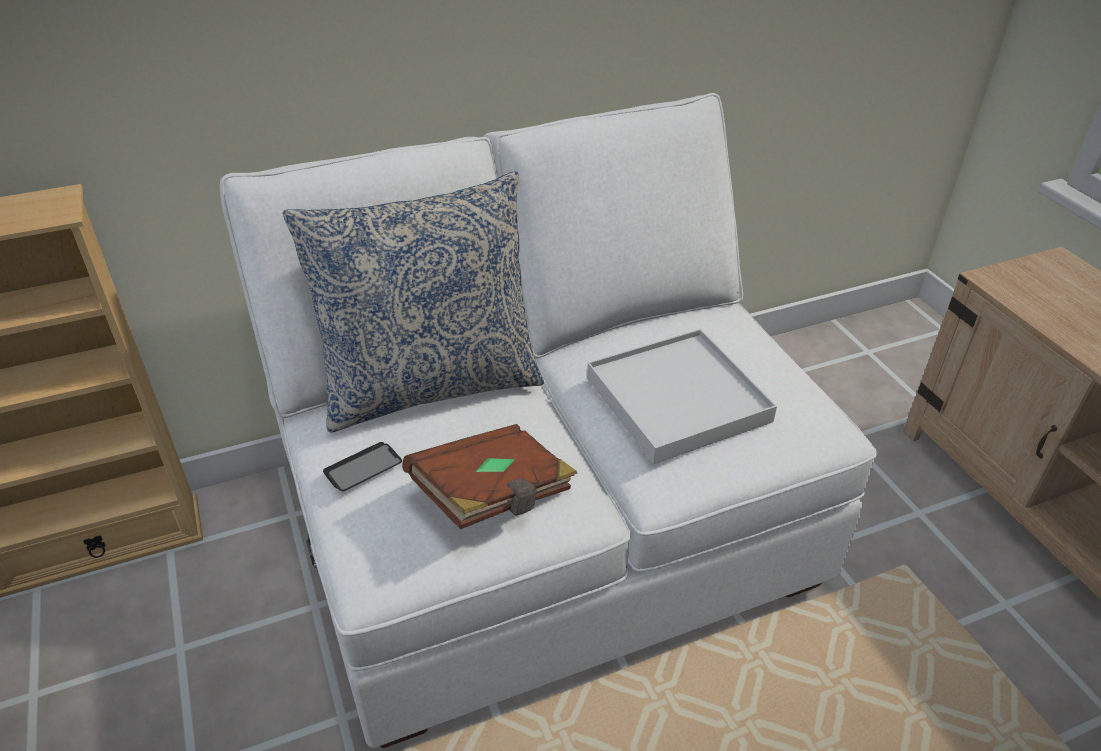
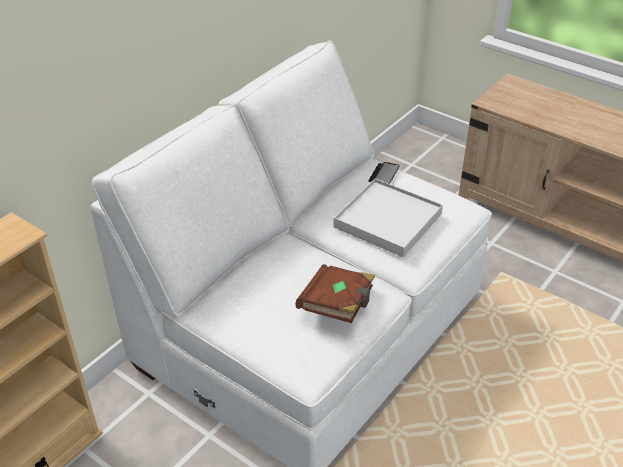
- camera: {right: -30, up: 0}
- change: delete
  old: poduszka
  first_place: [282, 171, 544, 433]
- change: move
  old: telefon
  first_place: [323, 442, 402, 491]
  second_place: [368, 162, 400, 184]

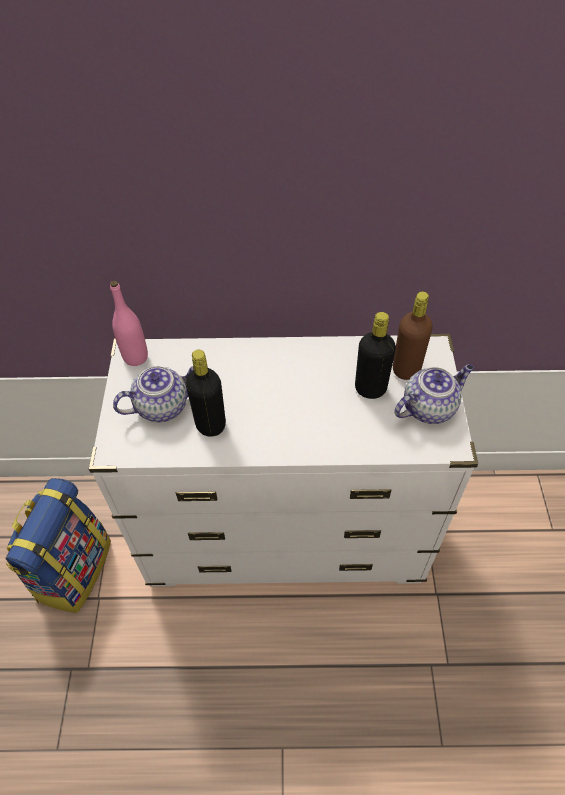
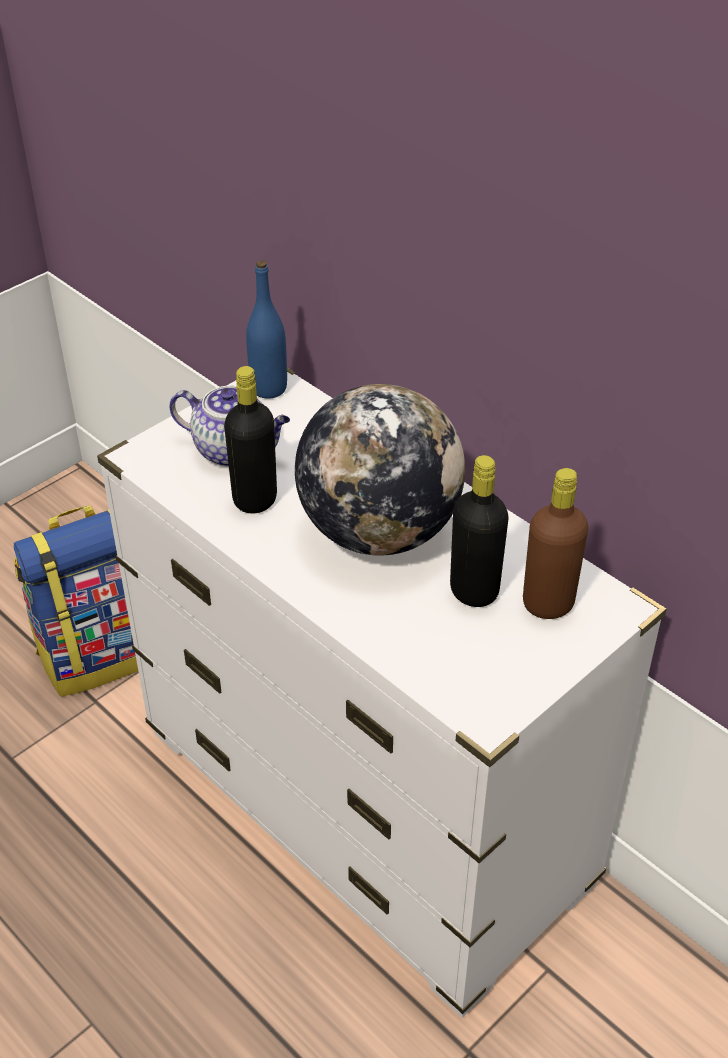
- camera: {right: 45, up: -10}
- change: delete
  old: imbryk
  first_place: [394, 364, 474, 424]
- change: insert
  new: globus
  second_place: [295, 384, 465, 555]
- change: recolor
  old: butelka [różowy]
  new: butelka [niebieski]
  first_place: [110, 281, 148, 366]
  second_place: [246, 261, 287, 399]

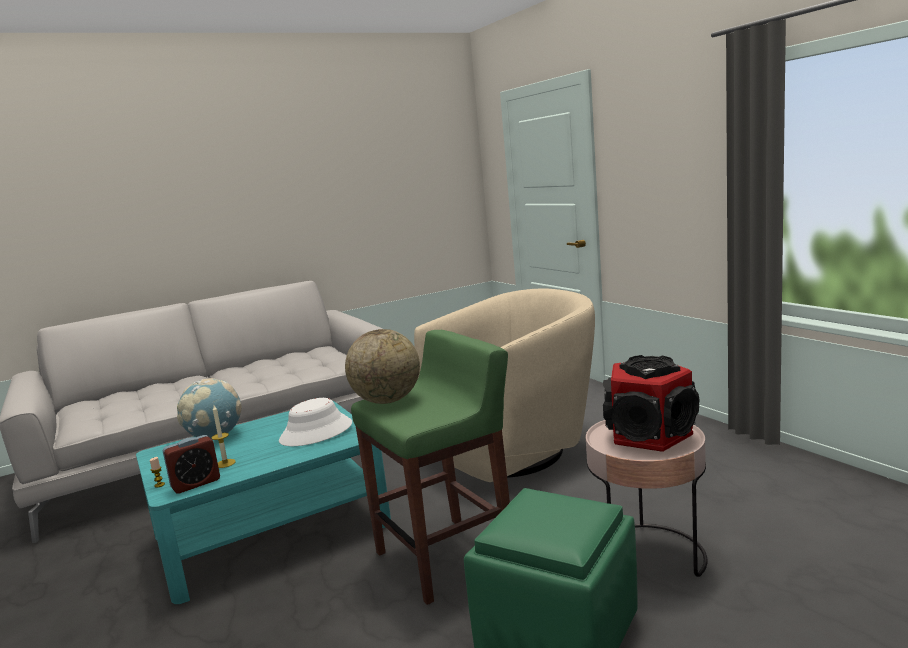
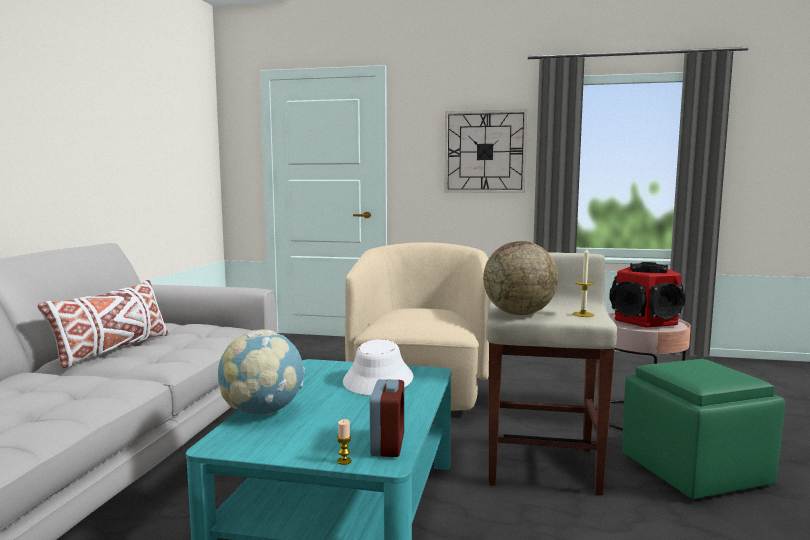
- camera: {right: -50, up: -5}
- change: insert
  new: poduszka [biały]
  second_place: [37, 280, 168, 368]
- change: insert
  new: zegar ścienny
  second_place: [444, 109, 527, 193]
- change: move
  old: świeca
  first_place: [212, 405, 236, 468]
  second_place: [573, 247, 594, 317]
- change: recolor
  old: stołek [zielony]
  new: stołek [beżowy]
  first_place: [351, 330, 510, 605]
  second_place: [486, 252, 617, 495]

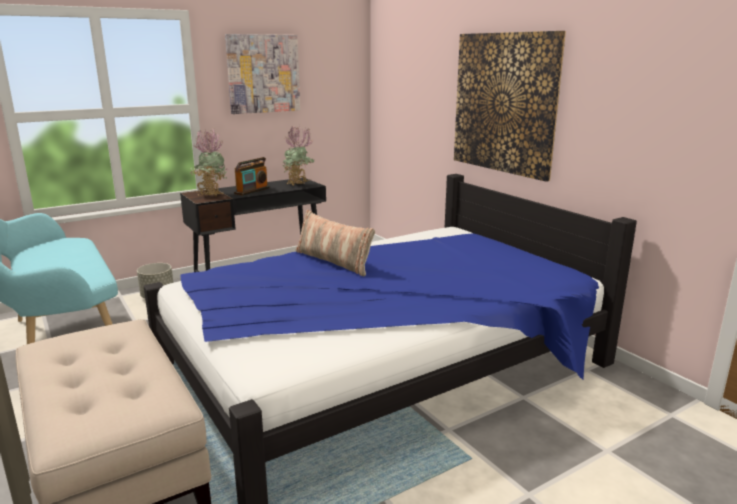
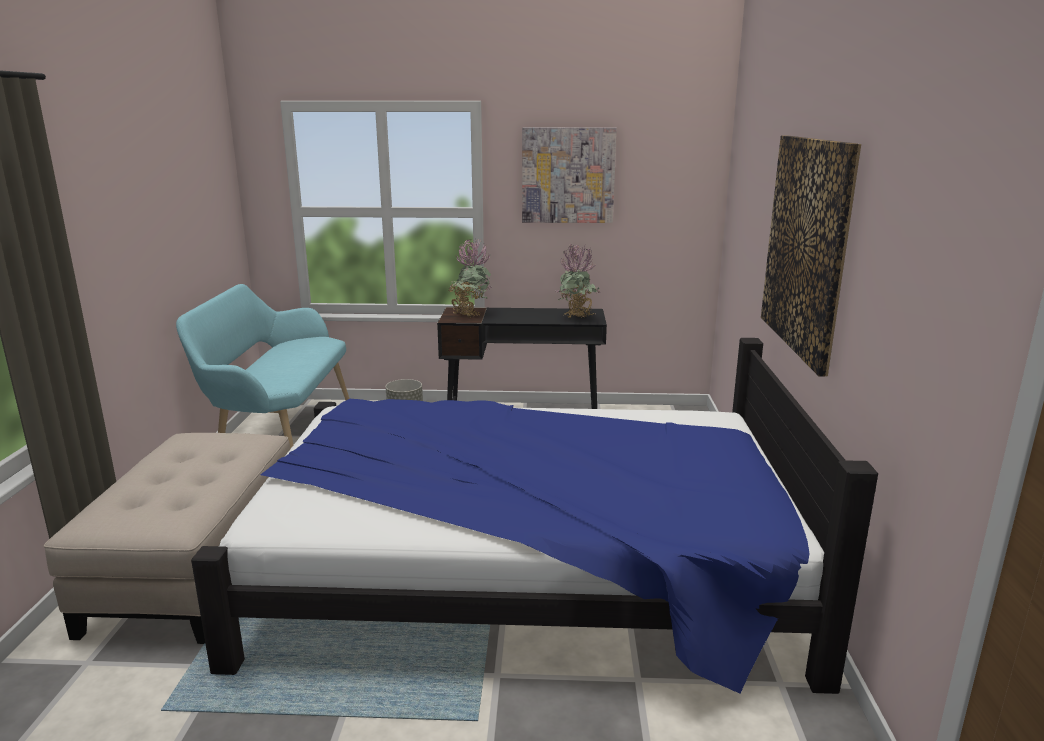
- camera: {right: 35, up: 0}
- change: delete
  old: radio
  first_place: [234, 157, 270, 196]
- change: delete
  old: poduszka
  first_place: [296, 210, 375, 276]

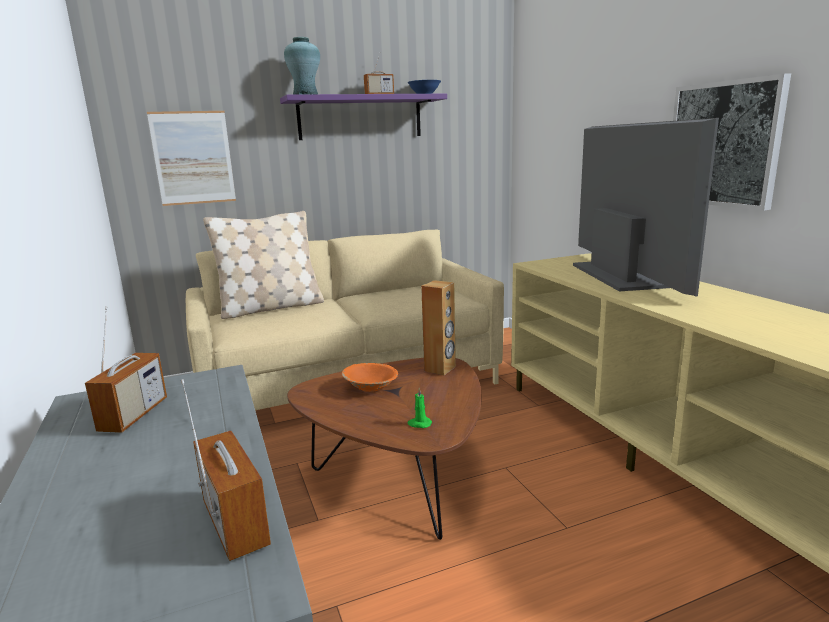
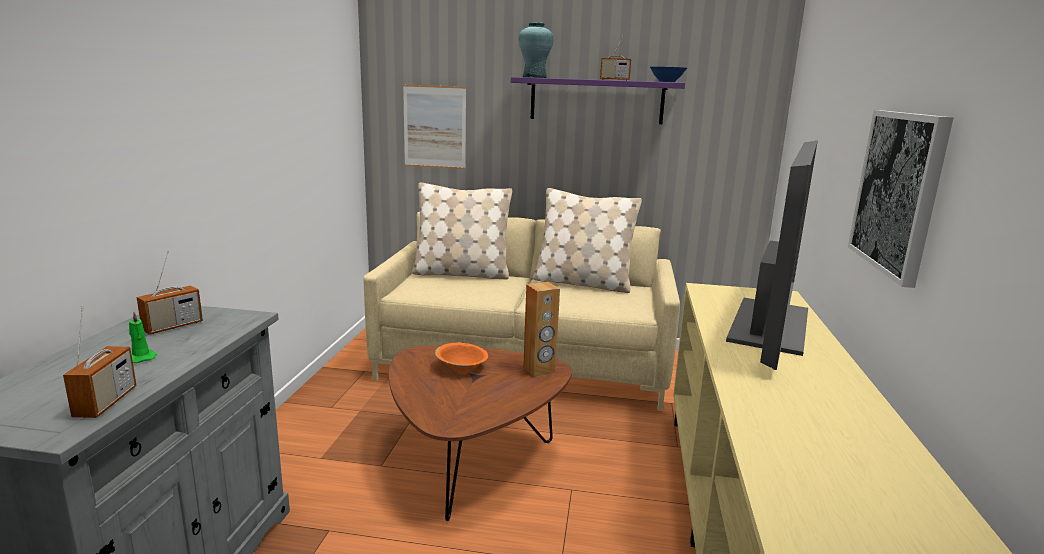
- camera: {right: 30, up: 0}
- change: insert
  new: poduszka [beżowy]
  second_place: [532, 188, 642, 293]
- change: move
  old: świeca [zielony]
  first_place: [408, 388, 432, 428]
  second_place: [129, 312, 157, 363]

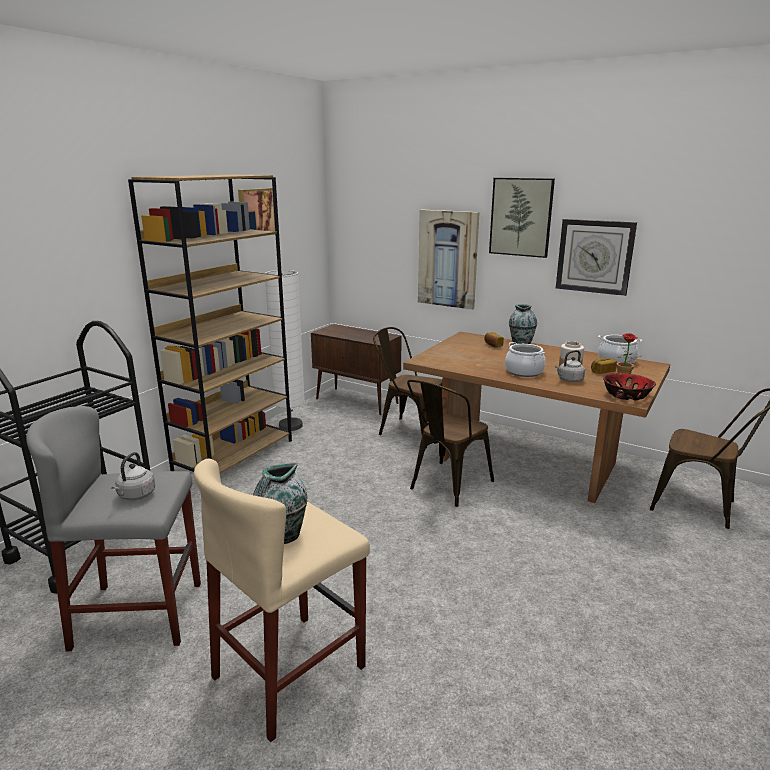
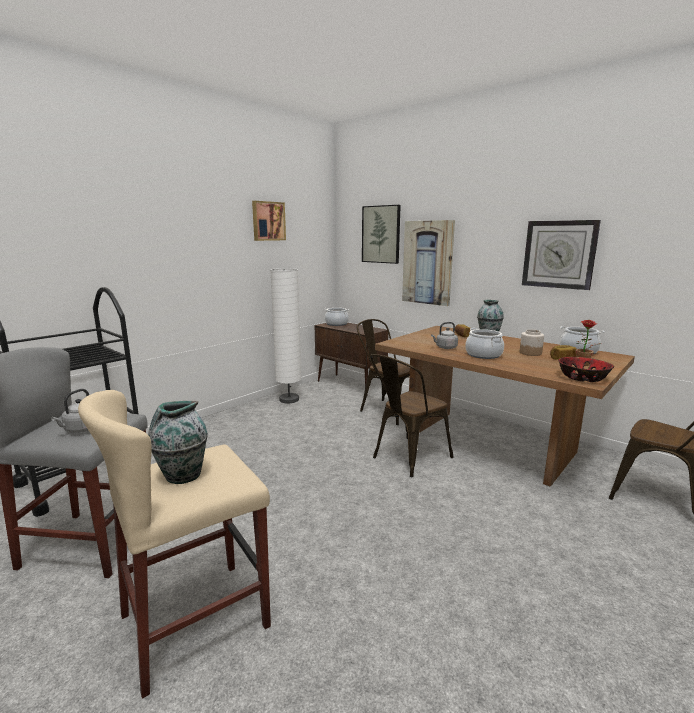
- camera: {right: 10, up: -5}
- change: delete
  old: regał [brązowy]
  first_place: [128, 174, 292, 473]
- change: insert
  new: garnek
  second_place: [324, 308, 350, 326]
- change: move
  old: obraz
  first_place: [489, 178, 555, 258]
  second_place: [362, 205, 401, 264]
- change: move
  old: czajnik [szary]
  first_place: [555, 350, 585, 382]
  second_place: [431, 322, 458, 349]

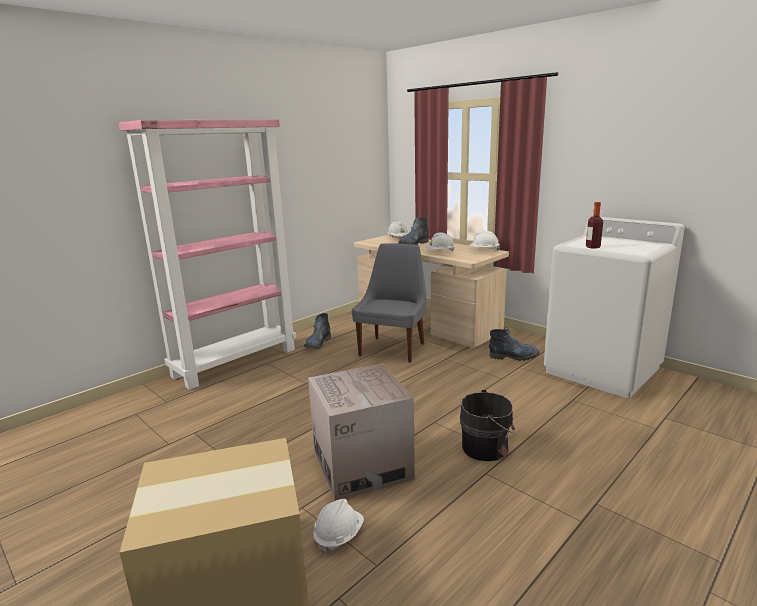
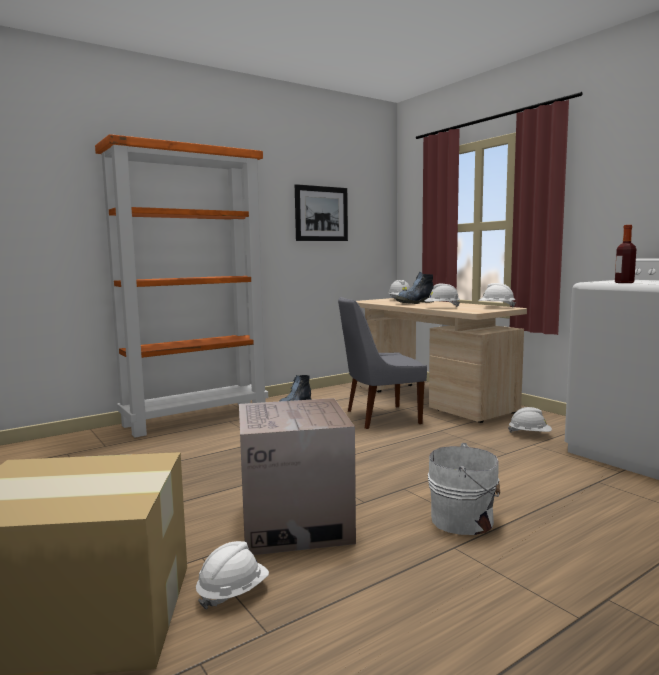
- camera: {right: 10, up: -10}
- change: insert
  new: obraz
  second_place: [295, 184, 348, 241]
- change: replace
  old: but z cholewką
  new: kask [biały]
  first_place: [489, 329, 540, 361]
  second_place: [508, 407, 552, 433]
- change: recolor
  old: regał [różowy]
  new: regał [pomarańczowy]
  first_place: [119, 120, 296, 390]
  second_place: [95, 134, 268, 438]
- change: recolor
  old: wiadro [czarny]
  new: wiadro [biały]
  first_place: [460, 390, 515, 461]
  second_place: [428, 443, 500, 535]
- change: rotate
  old: krzesło [szary]
  first_place: [352, 243, 426, 362]
  second_place: [338, 297, 427, 429]
  degrees: -135

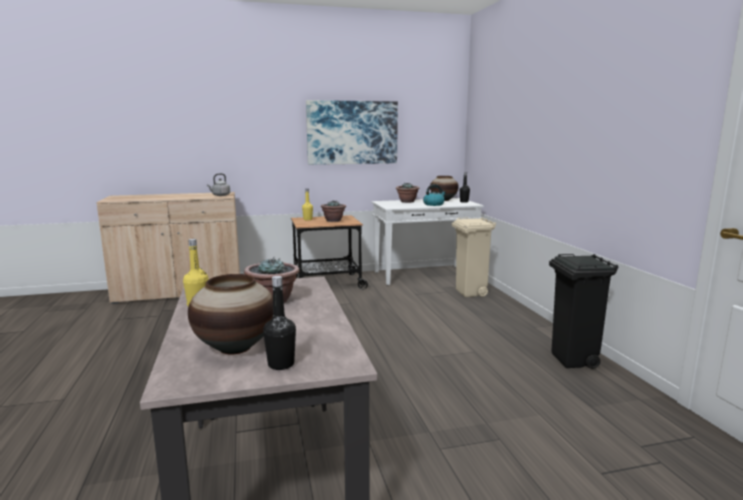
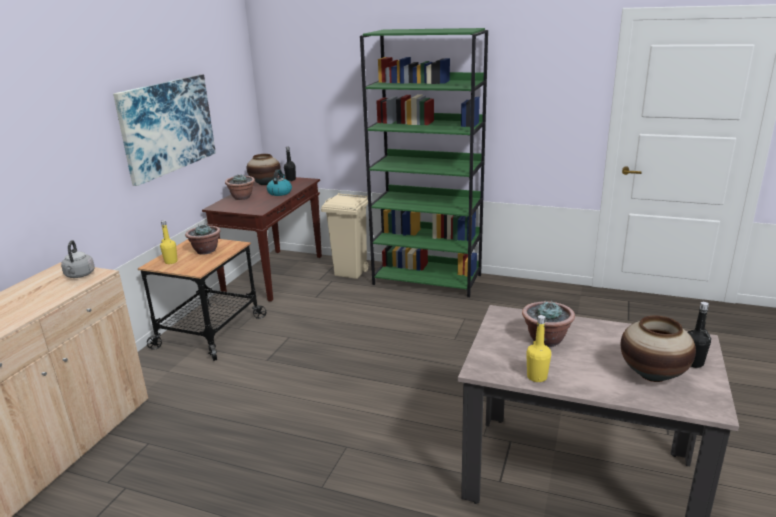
- camera: {right: -55, up: 10}
- change: delete
  old: kosz na śmieci [czarny]
  first_place: [549, 254, 619, 369]
- change: insert
  new: regał [zielony]
  second_place: [360, 28, 488, 297]
- change: recolor
  old: stolik konsolowy [biały]
  new: stolik konsolowy [brązowy]
  first_place: [372, 198, 484, 285]
  second_place: [202, 176, 322, 302]

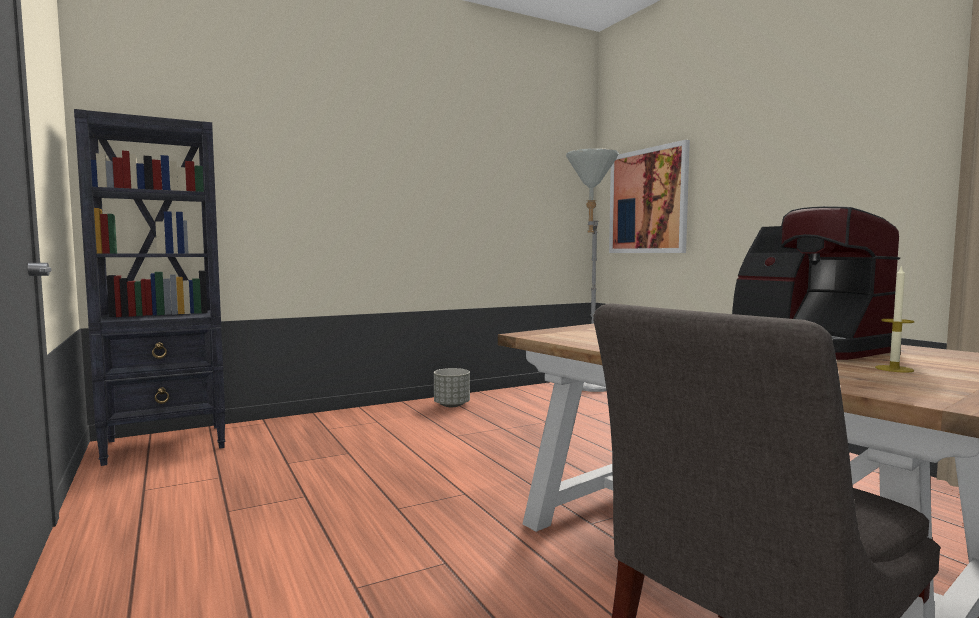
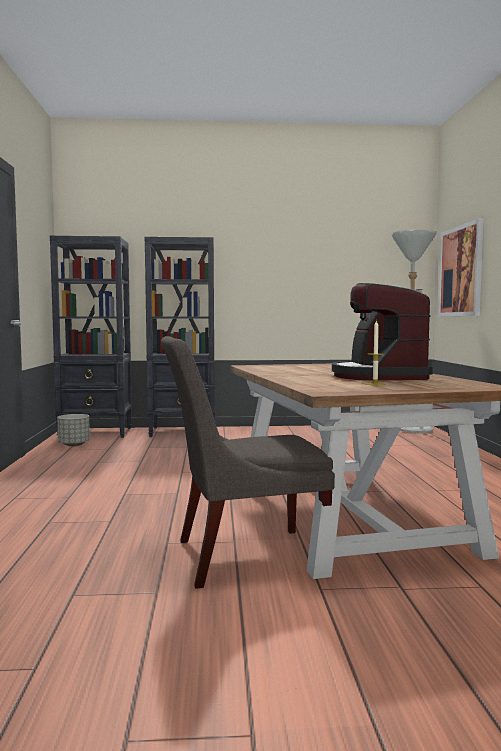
- camera: {right: 25, up: 0}
- change: insert
  new: regał [czarny]
  second_place: [144, 237, 215, 437]
- change: move
  old: donica [szary]
  first_place: [434, 368, 470, 407]
  second_place: [57, 414, 90, 446]

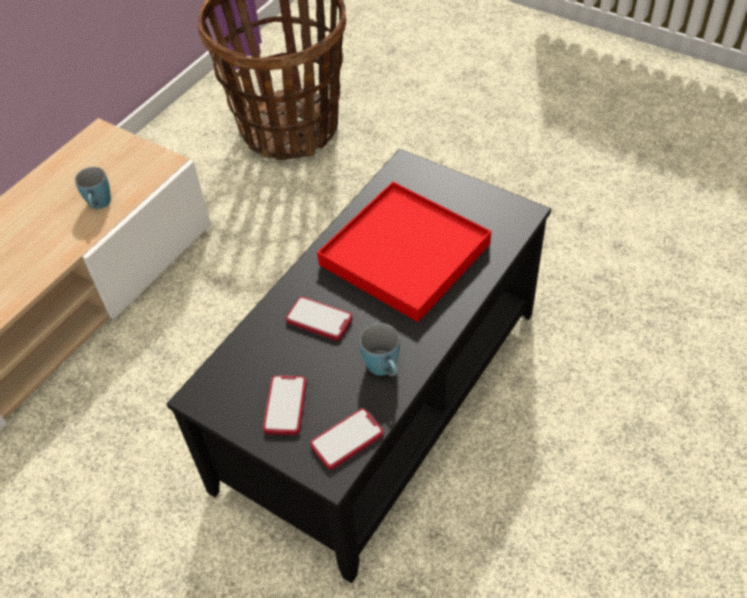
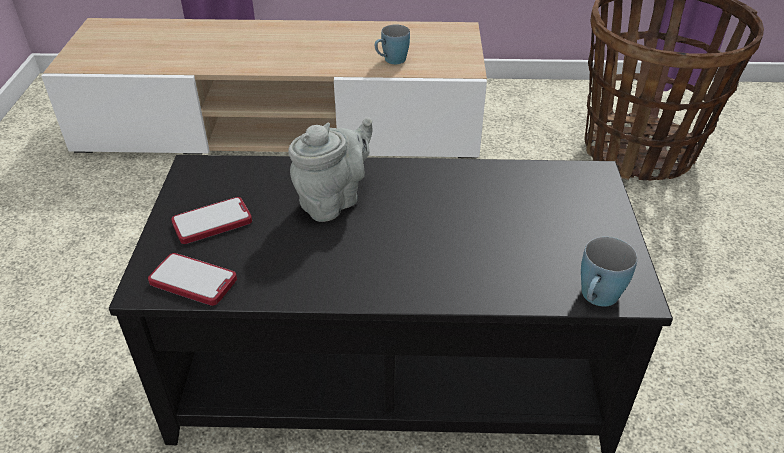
- camera: {right: 55, up: -10}
- change: delete
  old: taca [czerwony]
  first_place: [317, 182, 491, 322]
- change: move
  old: kubek [niebieski]
  first_place: [360, 323, 400, 376]
  second_place: [581, 237, 637, 307]
- change: replace
  old: telefon
  new: imbryk [szary]
  first_place: [286, 297, 352, 341]
  second_place: [288, 117, 372, 222]

